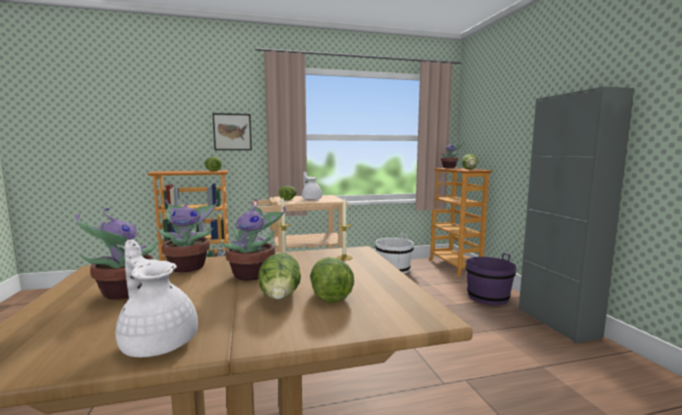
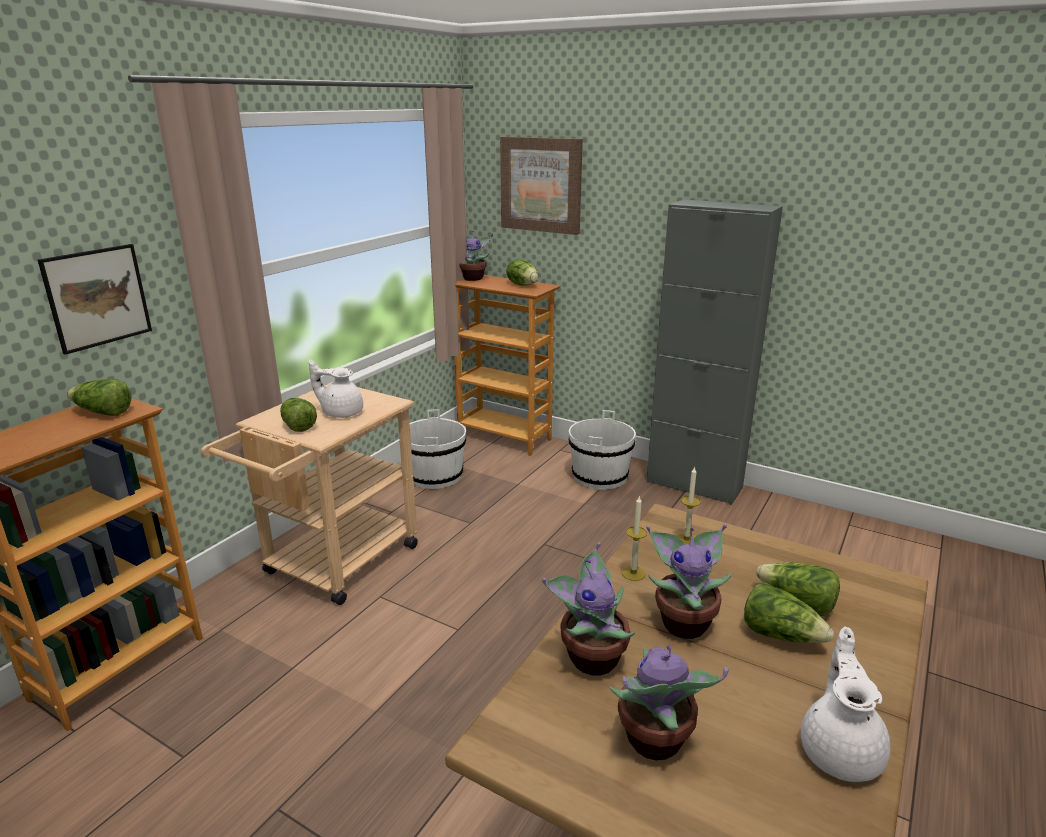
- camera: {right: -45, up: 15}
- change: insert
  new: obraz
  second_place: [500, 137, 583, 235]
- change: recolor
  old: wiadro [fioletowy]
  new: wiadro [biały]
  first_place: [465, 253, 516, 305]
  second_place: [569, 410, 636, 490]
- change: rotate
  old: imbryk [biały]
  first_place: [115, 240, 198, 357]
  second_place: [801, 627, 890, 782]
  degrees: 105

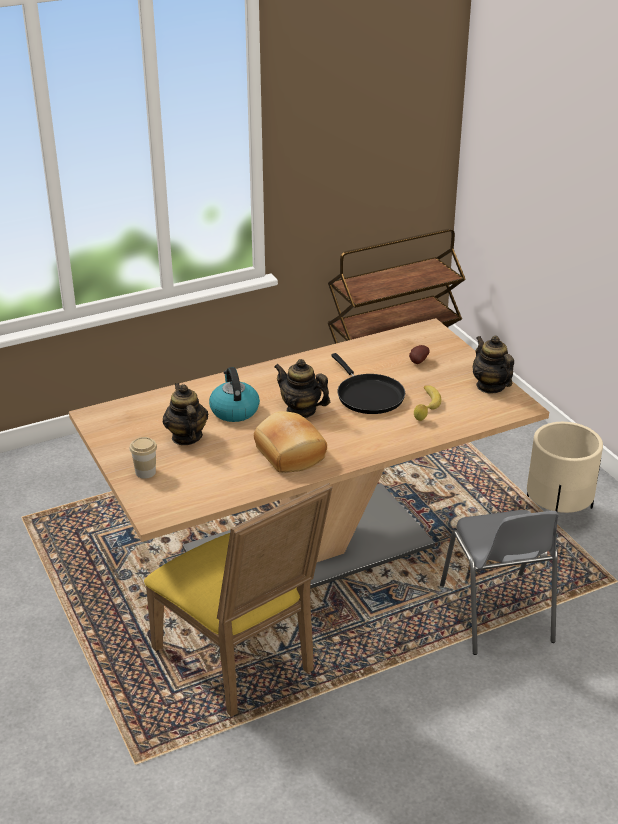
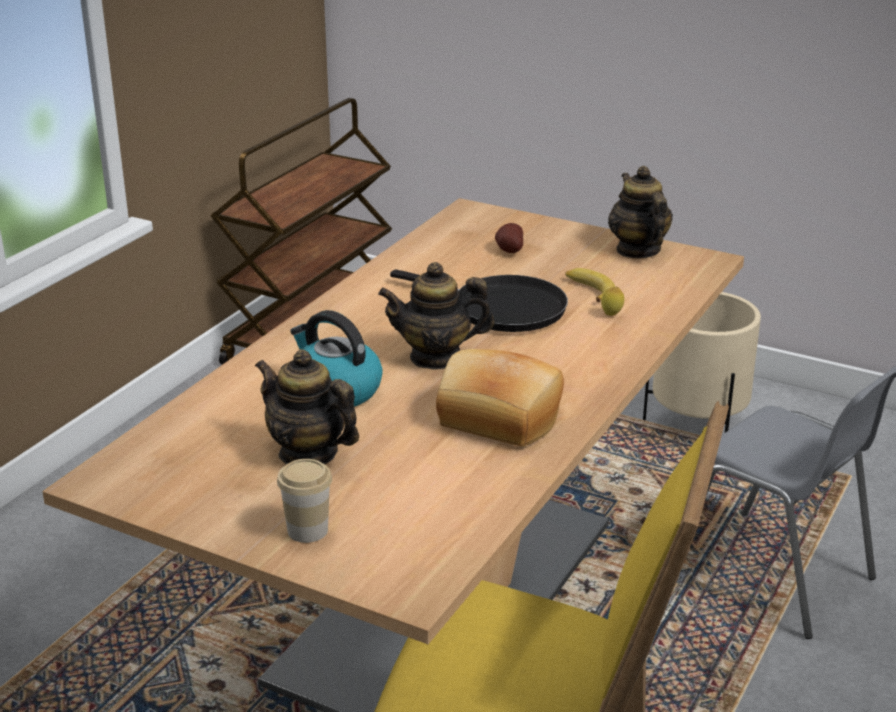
- camera: {right: -35, up: -5}
- change: rotate
  old: imbryk
  first_place: [473, 336, 514, 394]
  second_place: [608, 166, 673, 258]
  degrees: 45

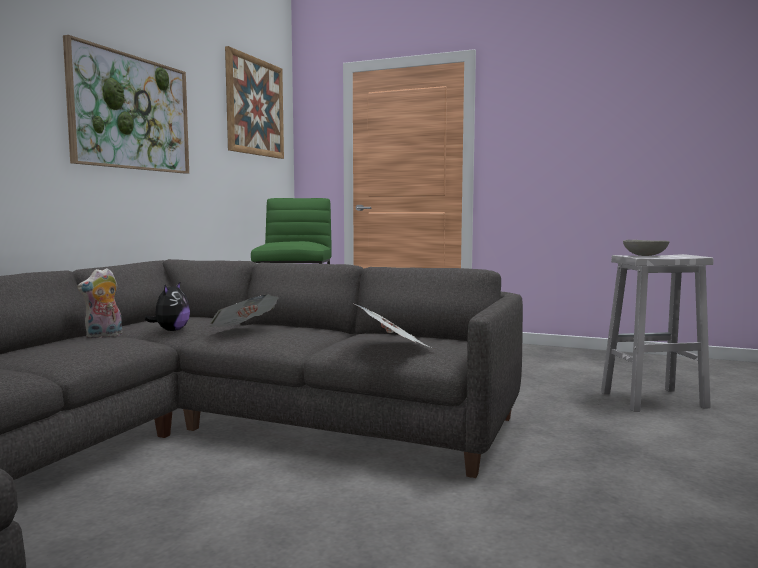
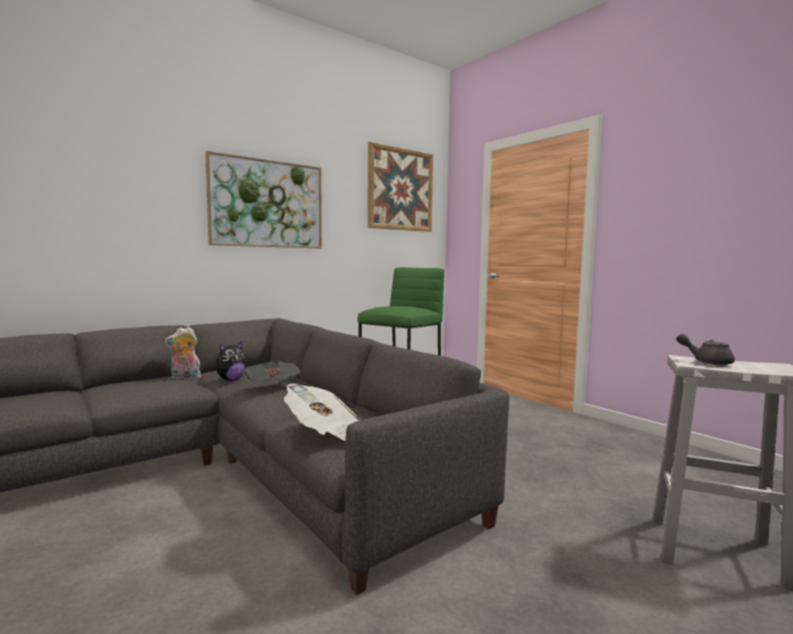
- camera: {right: 30, up: 0}
- change: replace
  old: miska [szary]
  new: imbryk [szary]
  first_place: [623, 240, 670, 256]
  second_place: [676, 334, 735, 365]

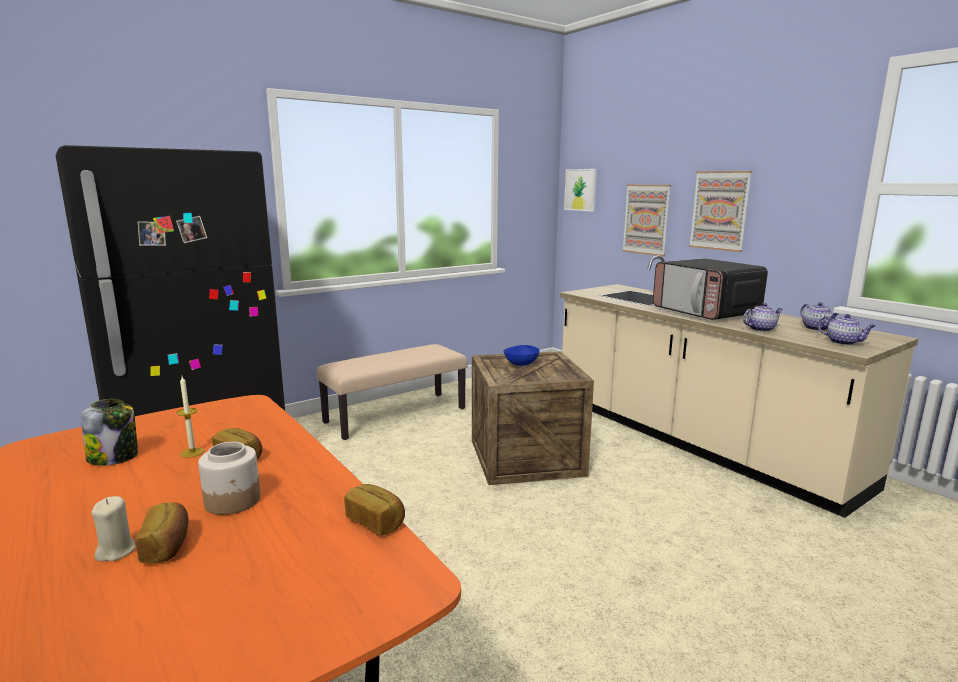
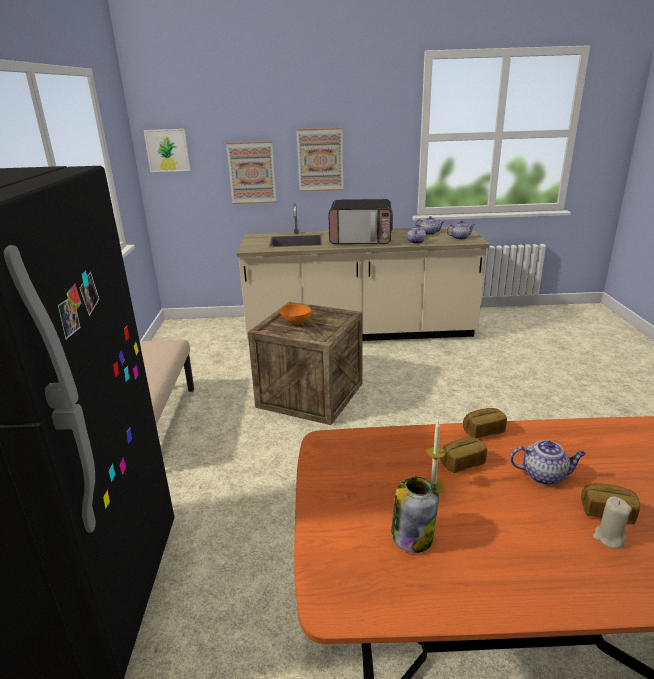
- camera: {right: -55, up: 10}
- change: move
  old: chleb
  first_place: [344, 484, 405, 536]
  second_place: [463, 408, 507, 438]
- change: replace
  old: słoik
  new: imbryk
  first_place: [198, 442, 260, 515]
  second_place: [510, 440, 586, 485]
- change: recolor
  old: miska [niebieski]
  new: miska [pomarańczowy]
  first_place: [503, 345, 540, 366]
  second_place: [280, 304, 311, 324]

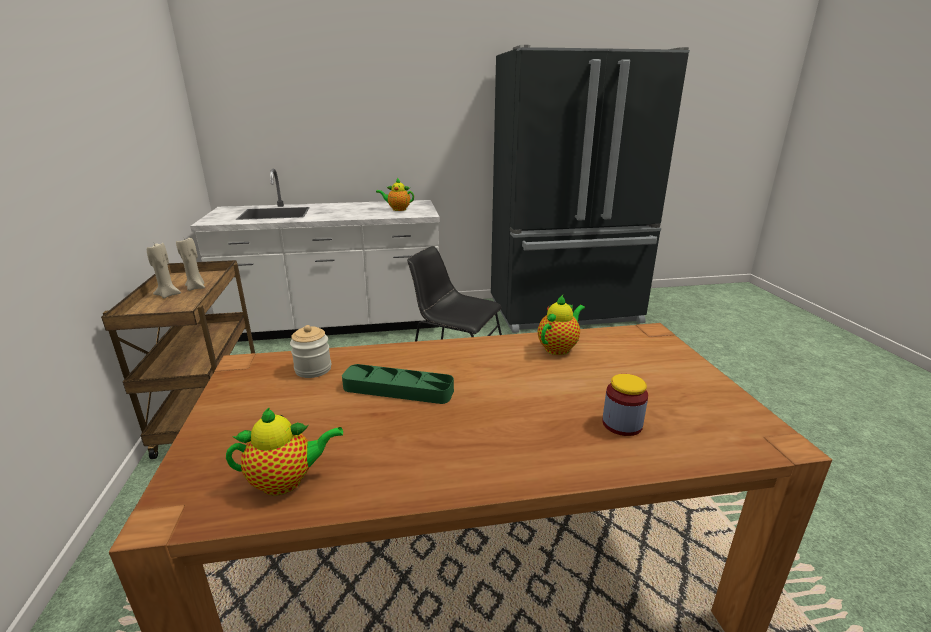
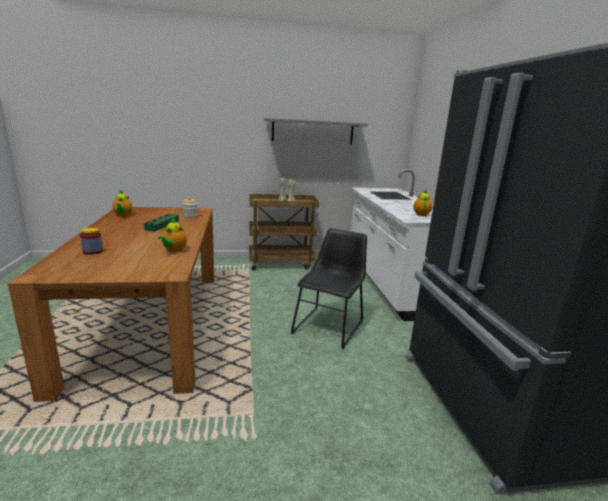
- camera: {right: 90, up: -5}
- change: insert
  new: półka [szary]
  second_place: [264, 118, 368, 145]
- change: rotate
  old: imbryk
  first_place: [538, 295, 585, 355]
  second_place: [158, 217, 187, 252]
  degrees: 60

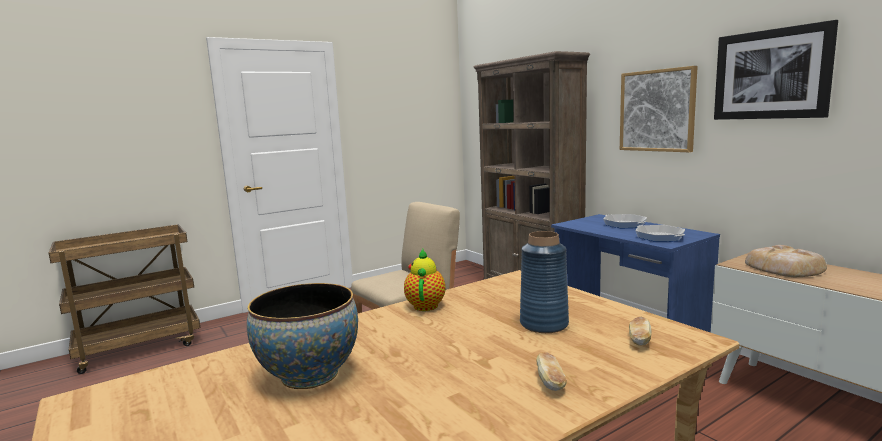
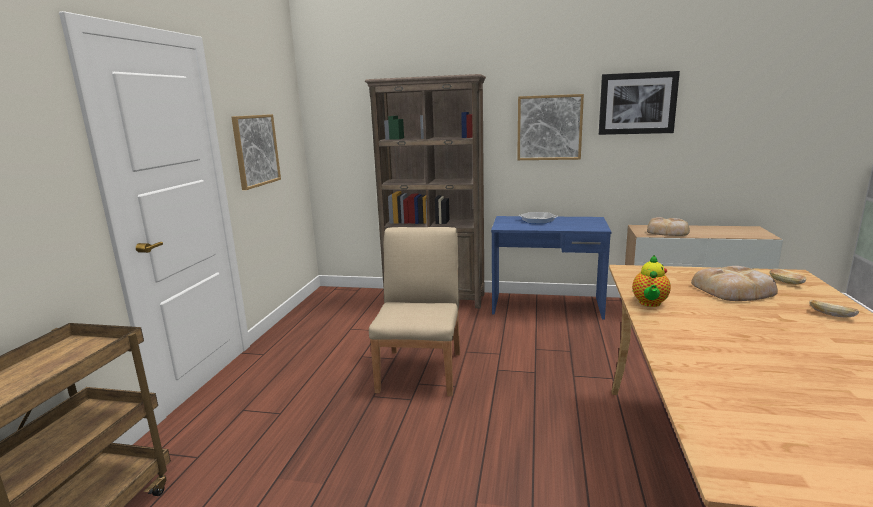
- camera: {right: -45, up: 5}
- change: delete
  old: miska
  first_place: [247, 283, 358, 389]
- change: delete
  old: patelnia
  first_place: [635, 225, 685, 242]
- change: insert
  new: obraz
  second_place: [231, 114, 281, 190]
- change: replace
  old: wazon [niebieski]
  new: chleb
  first_place: [520, 231, 569, 333]
  second_place: [691, 266, 778, 301]
- change: rotate
  old: imbryk
  first_place: [404, 249, 446, 311]
  second_place: [632, 255, 671, 307]
  degrees: -120

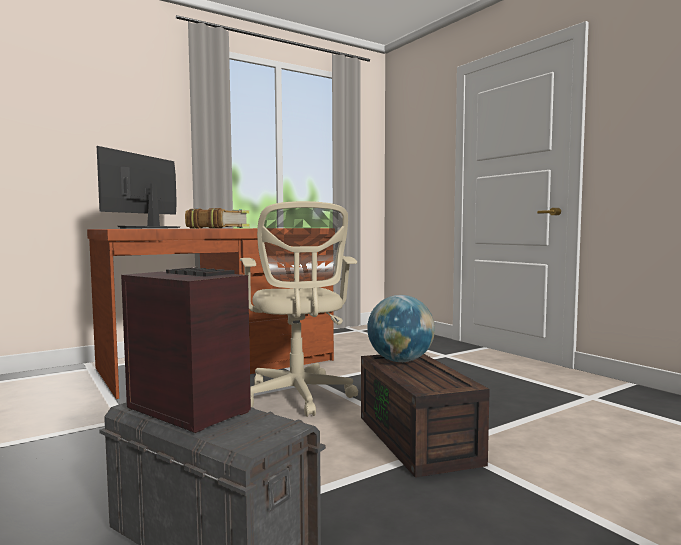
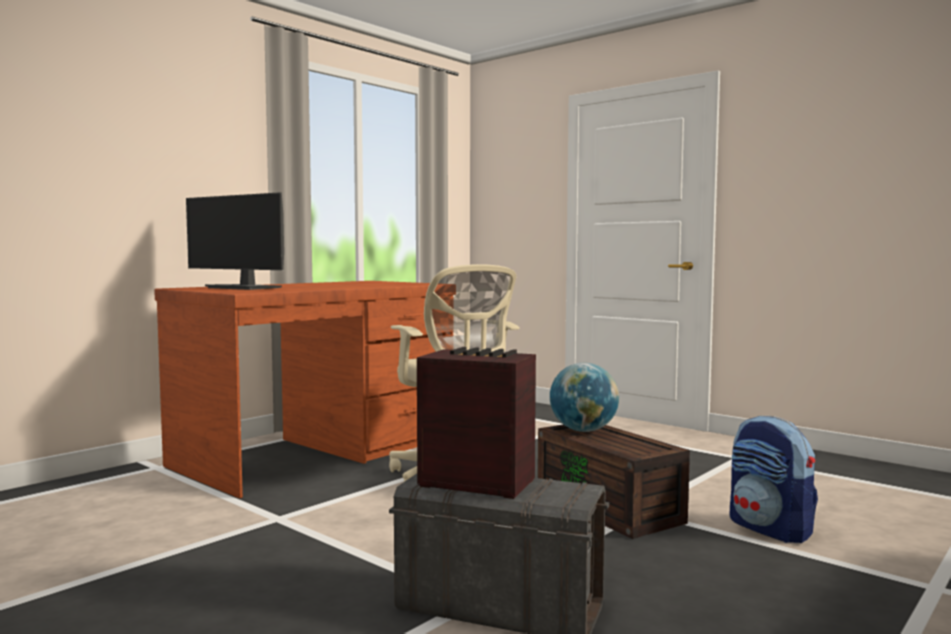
- camera: {right: -15, up: 0}
- change: delete
  old: książka
  first_place: [185, 208, 250, 228]
- change: insert
  new: plecak
  second_place: [730, 416, 818, 543]
- change: rotate
  old: monitor
  first_place: [97, 146, 180, 229]
  second_place: [186, 192, 284, 290]
  degrees: -60

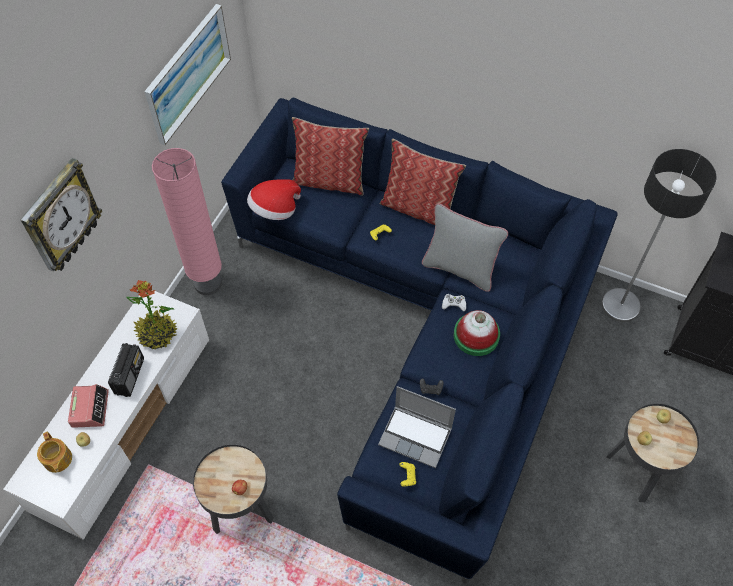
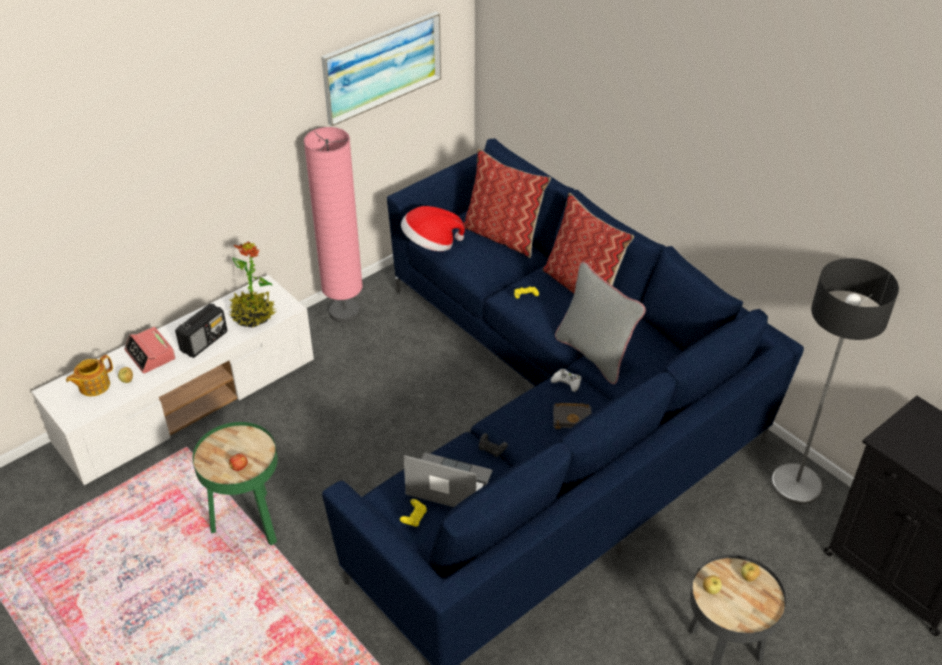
- camera: {right: 25, up: -15}
- change: delete
  old: zegar ścienny
  first_place: [20, 158, 102, 272]
- change: replace
  old: kapelusz
  new: książka [czarny]
  first_place: [454, 310, 500, 356]
  second_place: [553, 403, 591, 429]
- change: recolor
  old: stolik [czarny]
  new: stolik [zielony]
  first_place: [193, 444, 274, 534]
  second_place: [192, 422, 278, 545]
- change: rotate
  old: imbryk
  first_place: [37, 432, 72, 473]
  second_place: [66, 355, 113, 396]
  degrees: 45
- change: rotate
  old: budzik
  first_place: [68, 384, 109, 428]
  second_place: [124, 327, 175, 373]
  degrees: 120
- change: rotate
  old: laptop
  first_place: [378, 386, 456, 468]
  second_place: [403, 452, 492, 507]
  degrees: 150

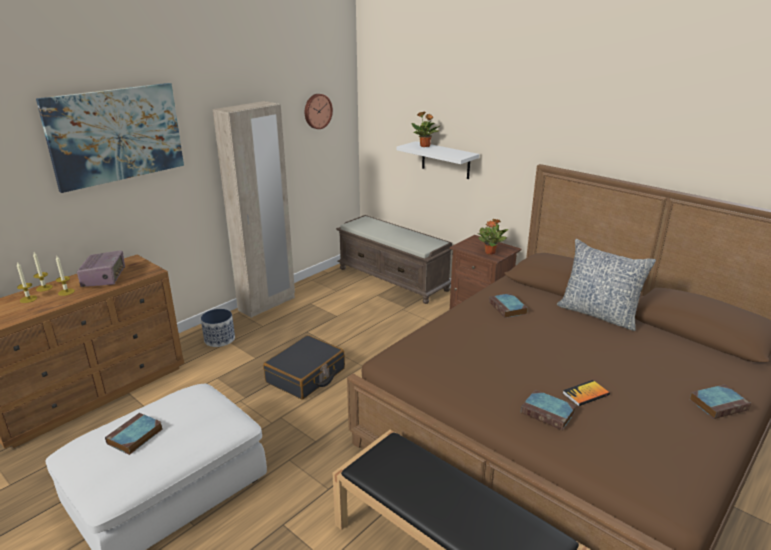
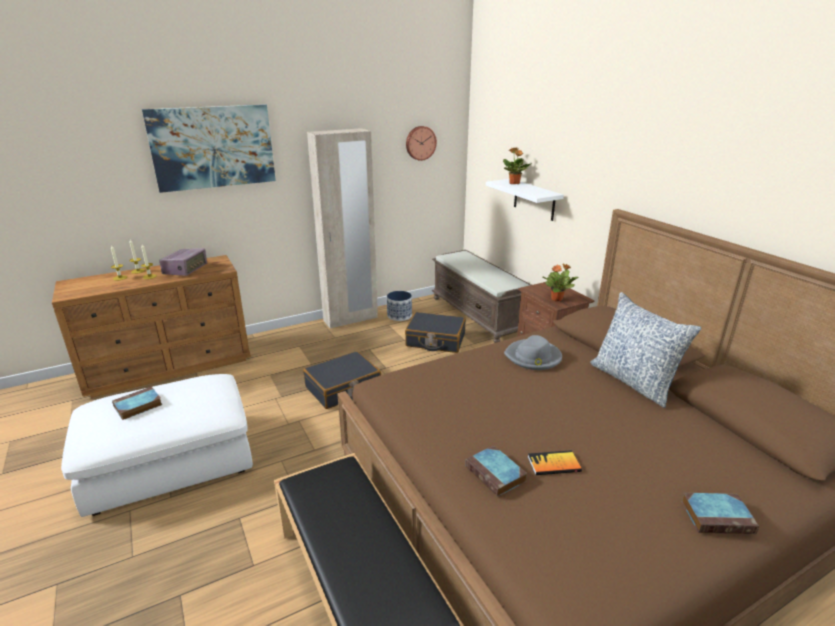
- camera: {right: 20, up: 0}
- change: insert
  new: walizka [czarny]
  second_place: [405, 312, 466, 353]
- change: move
  old: donica
  first_place: [201, 309, 235, 347]
  second_place: [387, 291, 412, 321]
- change: replace
  old: książka
  new: kapelusz [szary]
  first_place: [489, 293, 527, 318]
  second_place: [504, 335, 562, 370]

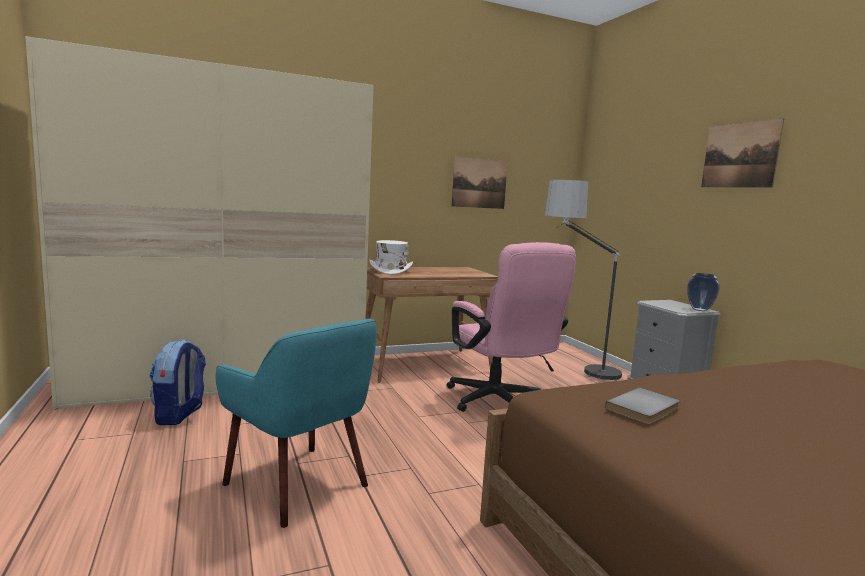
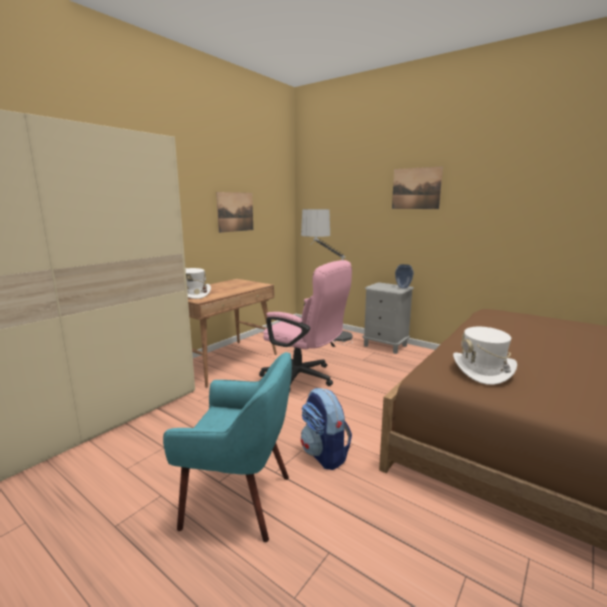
- camera: {right: -30, up: 5}
- change: move
  old: plecak
  first_place: [150, 339, 206, 425]
  second_place: [301, 388, 352, 470]
- change: replace
  old: książka [szary]
  new: kapelusz [biały]
  first_place: [605, 387, 680, 424]
  second_place: [453, 327, 517, 385]

